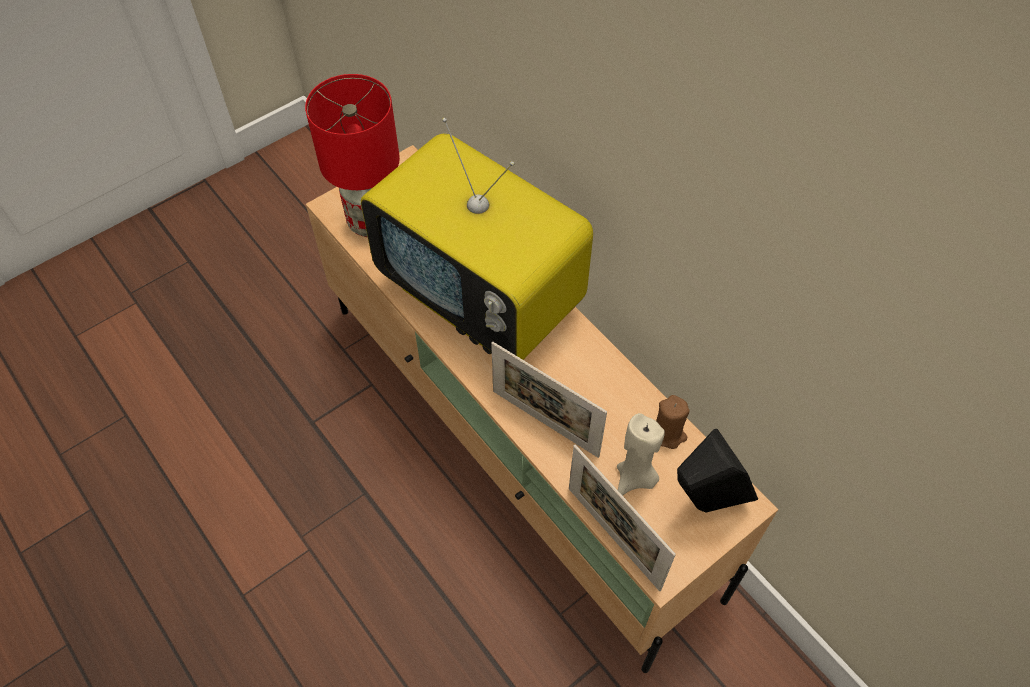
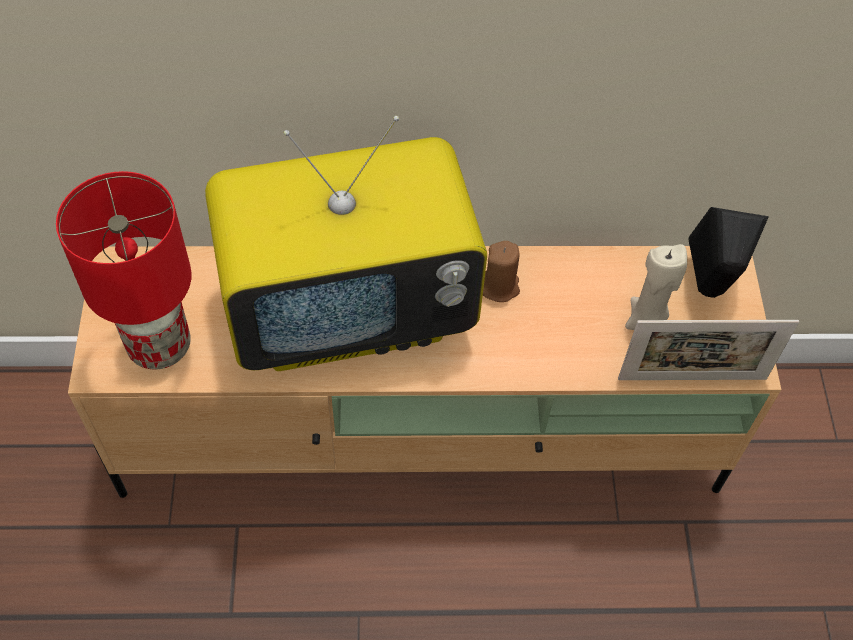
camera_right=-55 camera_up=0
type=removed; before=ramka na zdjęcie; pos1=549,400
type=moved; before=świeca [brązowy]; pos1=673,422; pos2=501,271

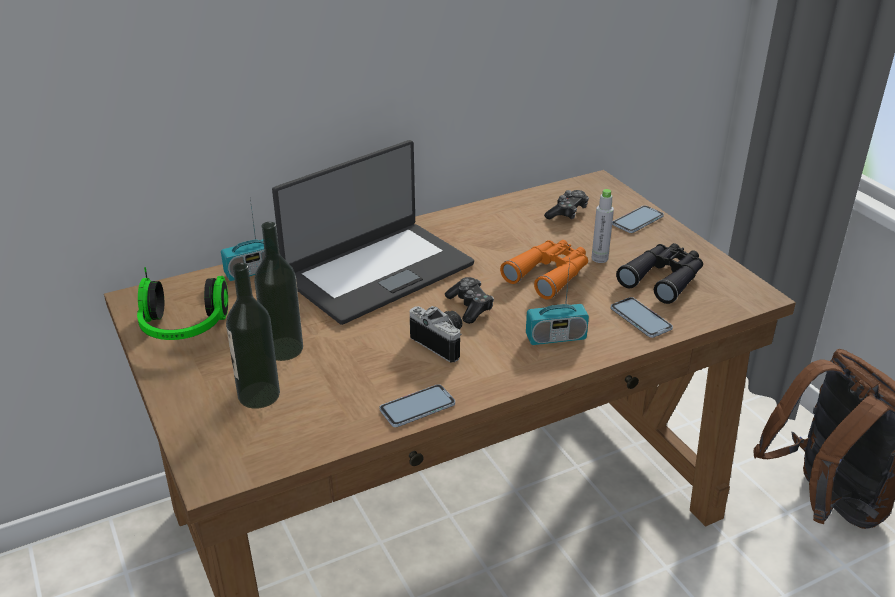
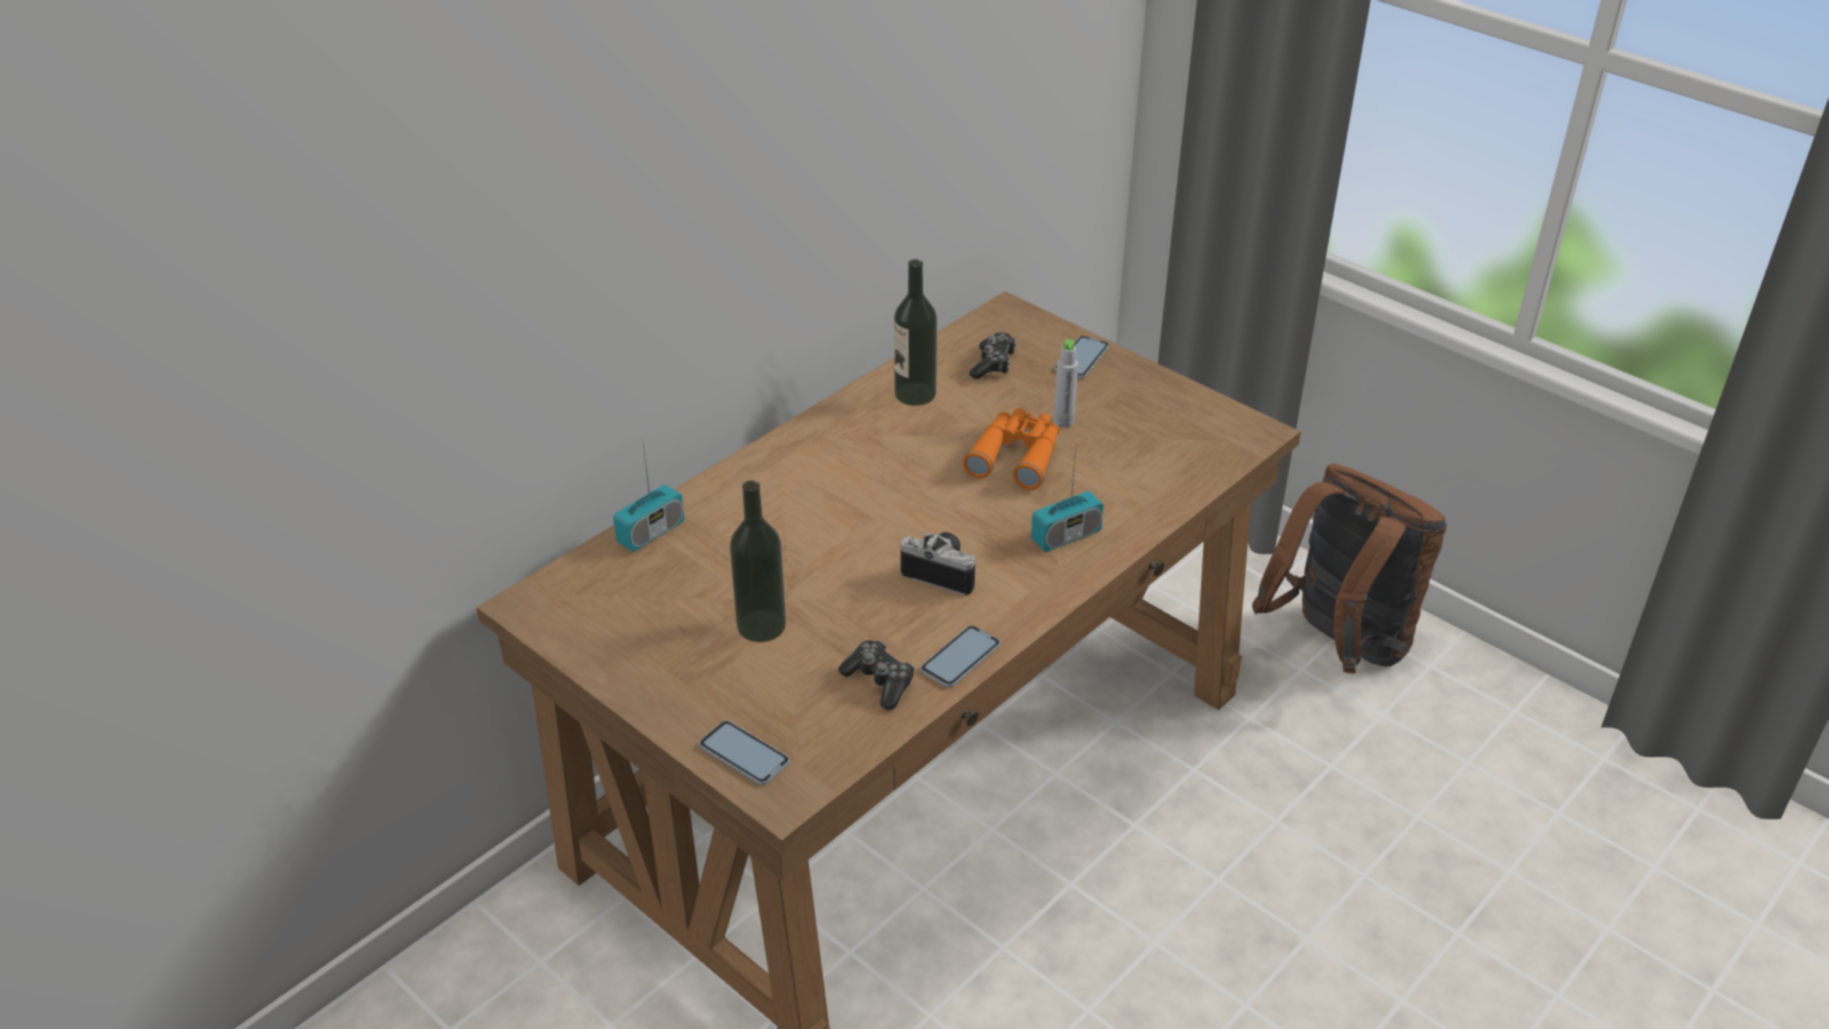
camera_right=-20 camera_up=5
type=removed; before=słuchawki; pos1=182,303
type=removed; before=laptop; pos1=373,232
type=removed; before=lornetka [czarny]; pos1=659,273
type=moved; before=butelka; pos1=253,336; pos2=915,332
type=moved; before=pad do gier; pos1=469,300; pos2=877,675
type=moved; before=telefon; pos1=642,317; pos2=744,752

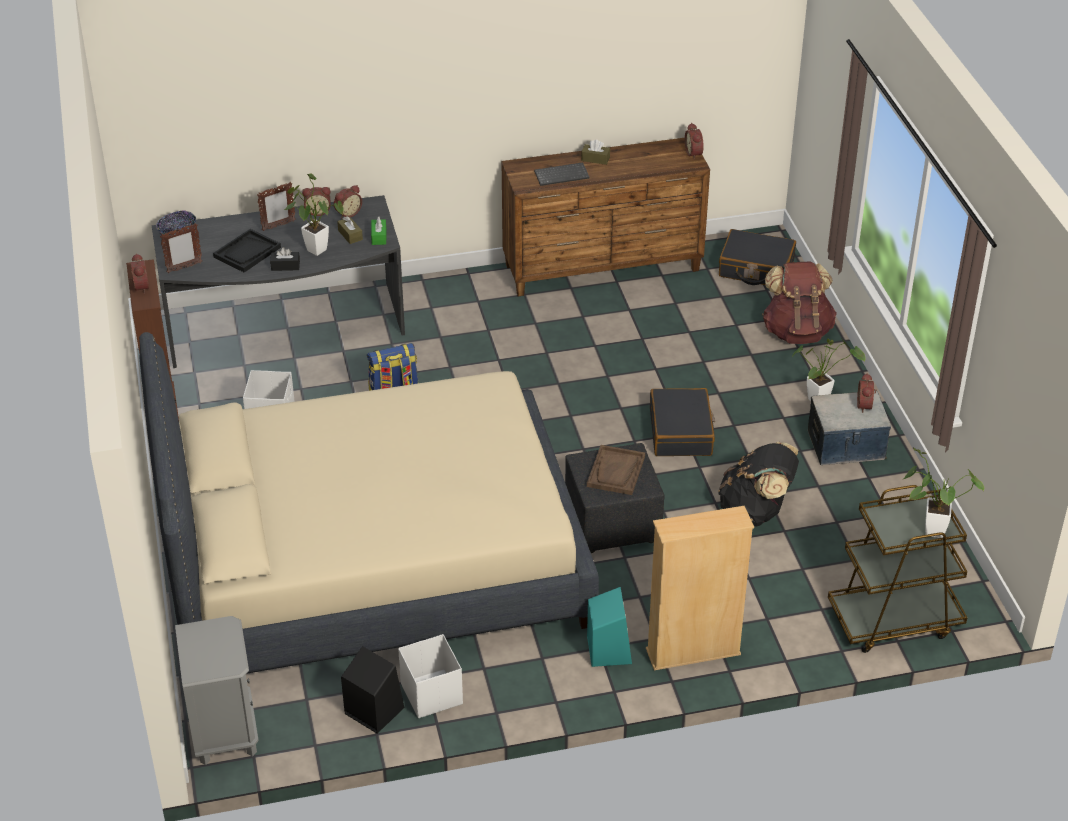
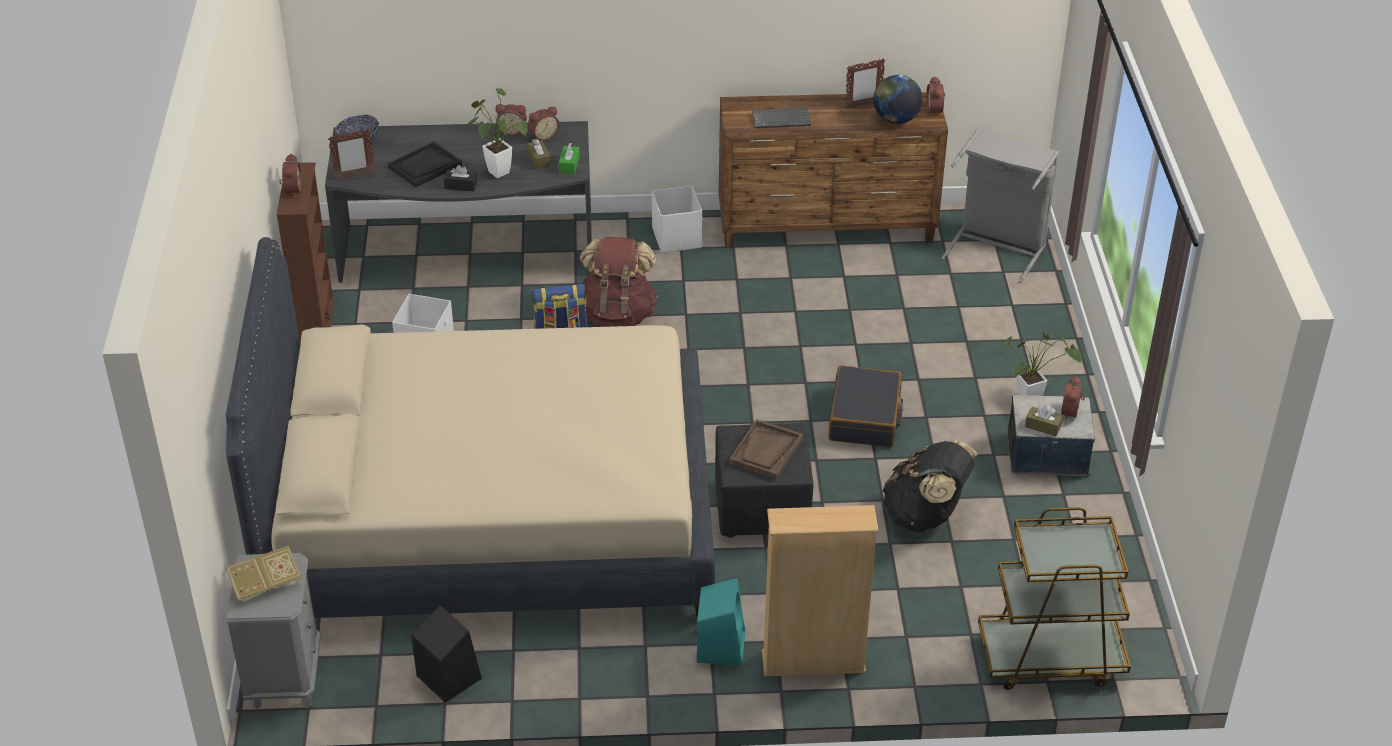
camera_right=10 camera_up=0
type=removed; before=roślina doniczkowa; pos1=943,492
type=added; after=książka; pos2=263,574
type=added; after=globus; pos2=898,99
type=moved; before=ramka na zdjęcie; pos1=276,206; pos2=865,83
type=moved; before=pojemnik do przechowywania [biały]; pos1=430,676; pos2=677,219
type=moved; before=pudełko chusteczek [brązowy]; pos1=595,152; pos2=1044,420
type=moved; before=plecak [brązowy]; pos1=799,302; pos2=619,282
type=replaced; before=walizka [czarny]; after=kosz na pranie [szary]; pos1=757,257; pos2=1000,205

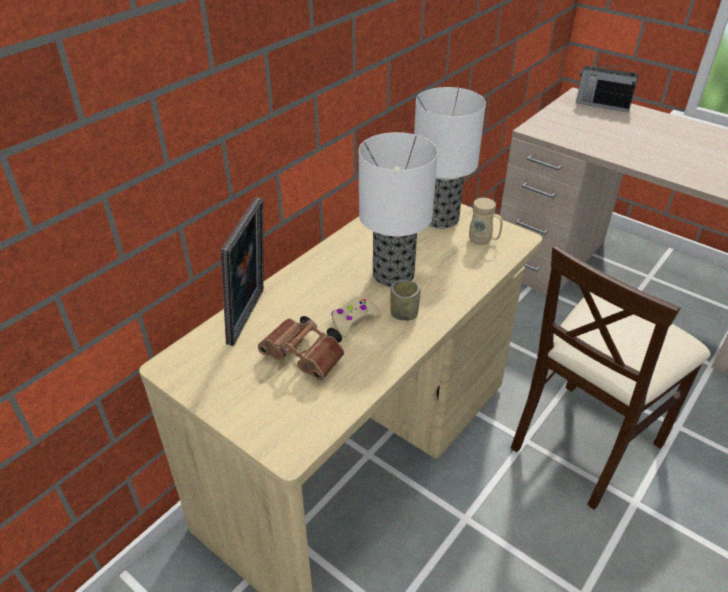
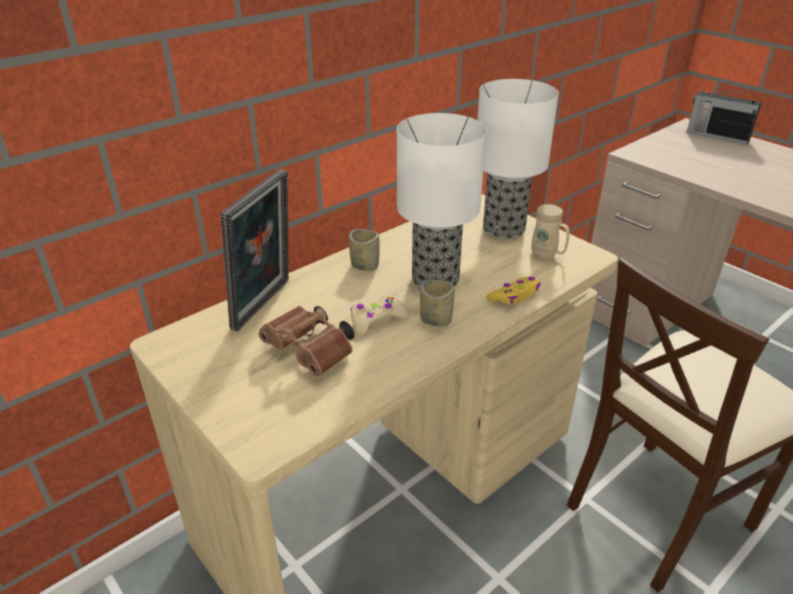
camera_right=10 camera_up=-5
type=added; after=filiżanka; pos2=364,250
type=added; after=pad do gier [żółty]; pos2=513,290

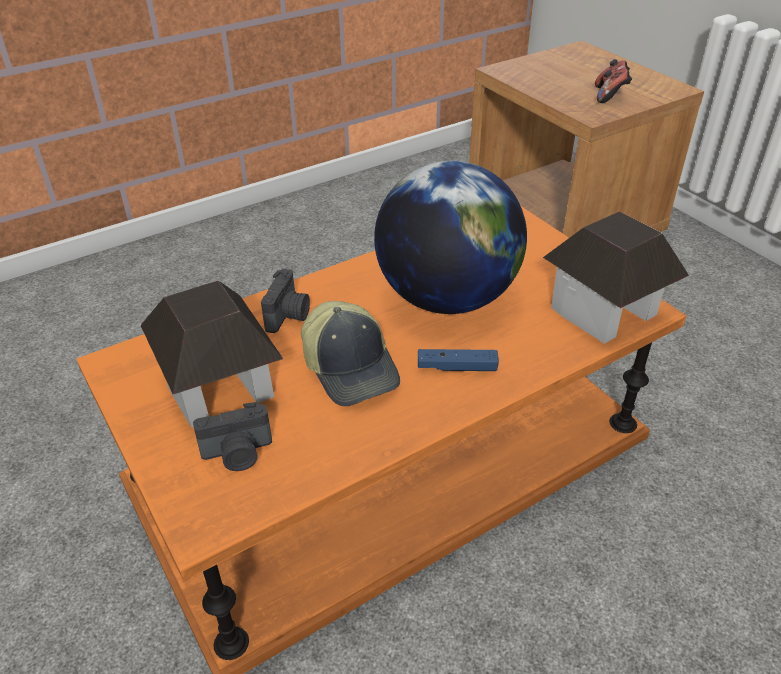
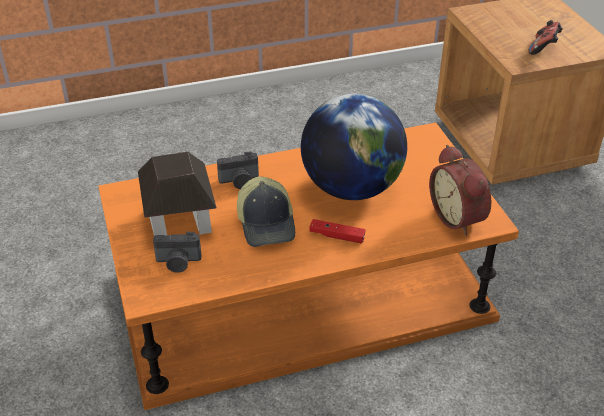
camera_right=15 camera_up=0
type=replaced; before=domek; after=budzik; pos1=616,277; pos2=460,190
type=recoloured; before=pad do gier [niebieski]; after=pad do gier [czerwony]; pos1=458,360; pos2=337,231
type=turned; before=aparat fotograficzny; pos1=285,301; pos2=238,170; turn=45

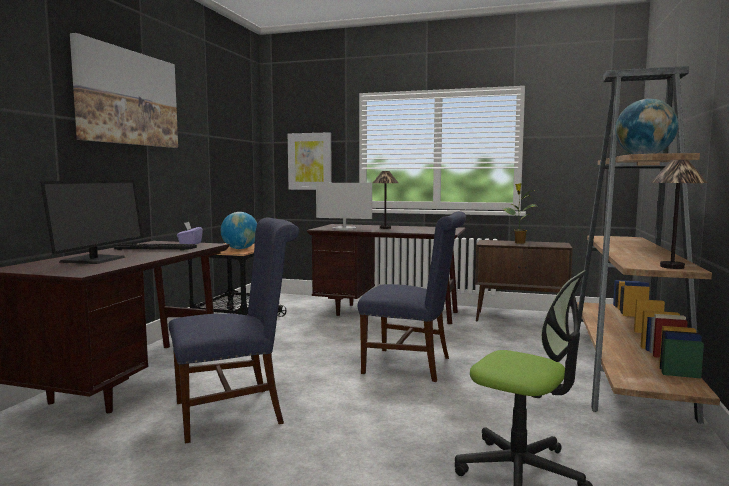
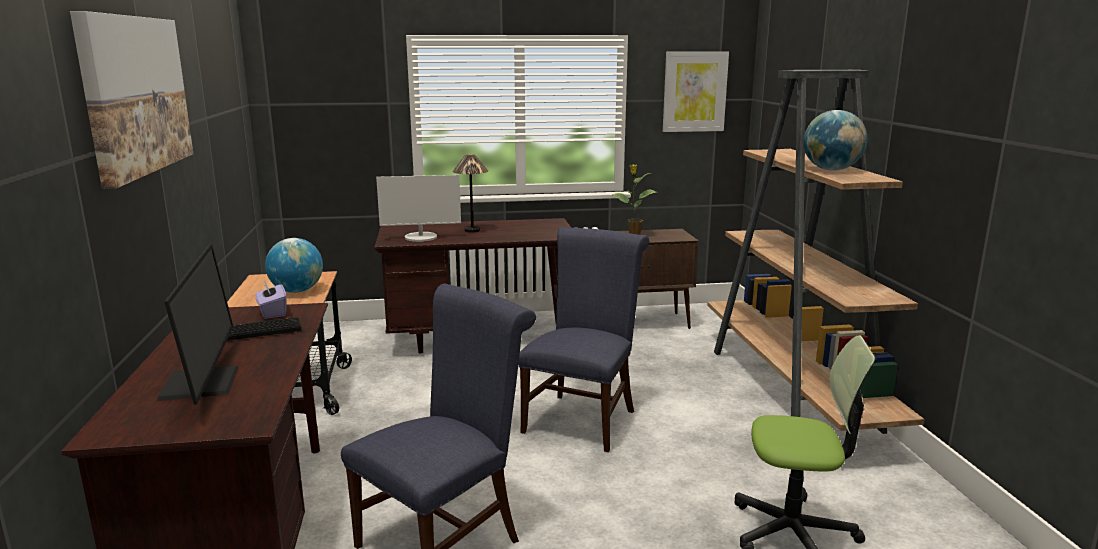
camera_right=-25 camera_up=10
type=removed; before=lampa stołowa; pos1=678,214
type=moved; before=obraz; pos1=310,161; pos2=696,91
type=turned; before=krzesło [niebieski]; pos1=412,296; pos2=583,339; turn=-60

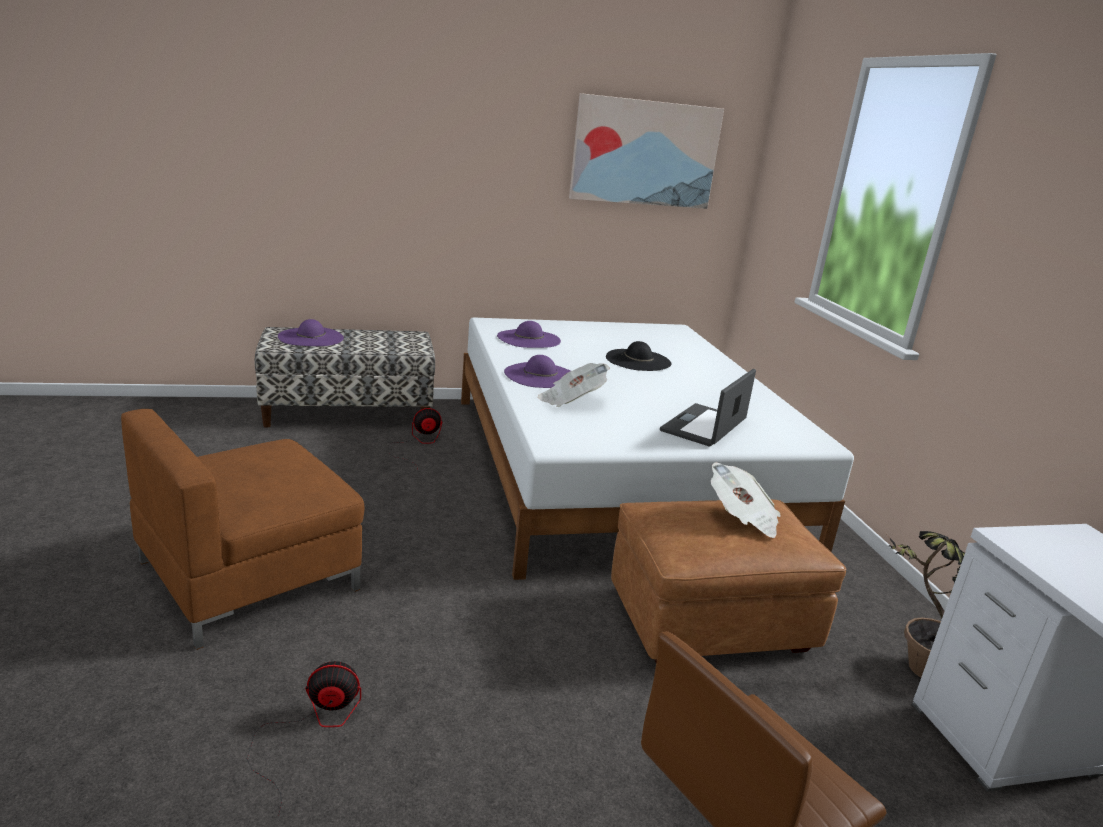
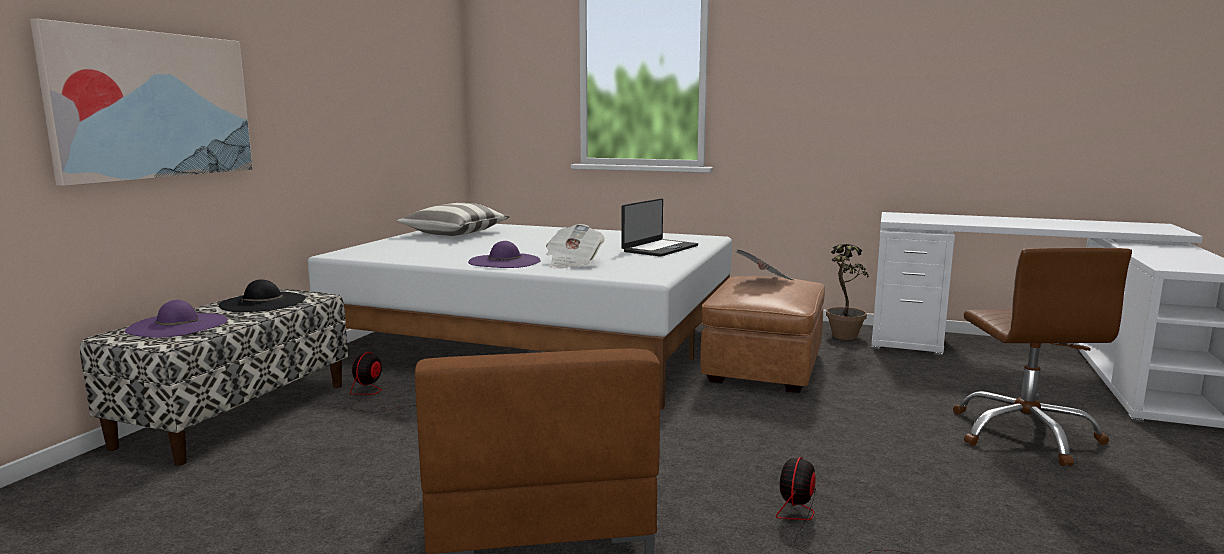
camera_right=-55 camera_up=-10
type=removed; before=kapelusz [fioletowy]; pos1=529,334
type=added; after=poduszka; pos2=453,219
type=moved; before=obraz; pos1=646,151; pos2=141,102
type=moved; before=kapelusz [czarny]; pos1=639,356; pos2=262,296
type=turned; before=laptop; pos1=708,408; pos2=660,227; turn=-120

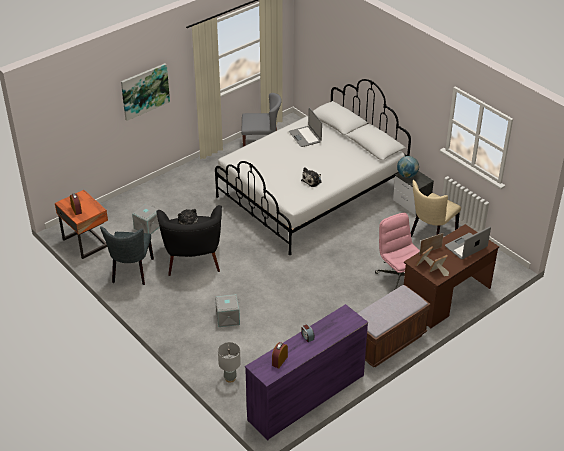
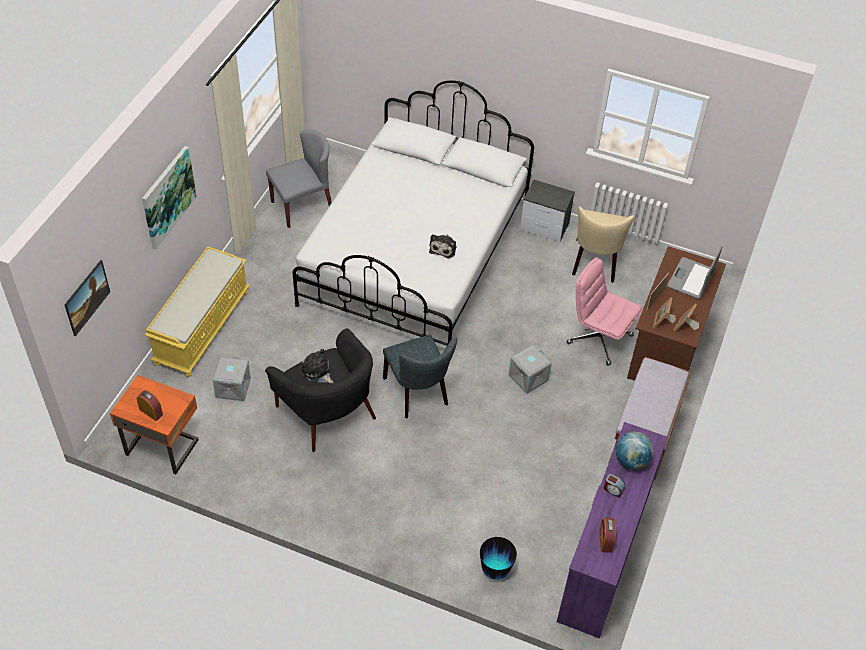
camera_right=-30 camera_up=10
type=removed; before=laptop; pos1=305,127
type=added; after=obraz; pos2=87,298
type=added; after=ławka [żółty]; pos2=197,311
type=moved; before=krzesło [szary]; pos1=127,255; pos2=420,376
type=moved; before=pojemnik do przechowywania [szary]; pos1=227,310; pos2=530,369
type=moved; before=globus; pos1=408,167; pos2=635,451
type=replaced; before=lampa stołowa [szary]; after=wazon; pos1=229,362; pos2=498,558

